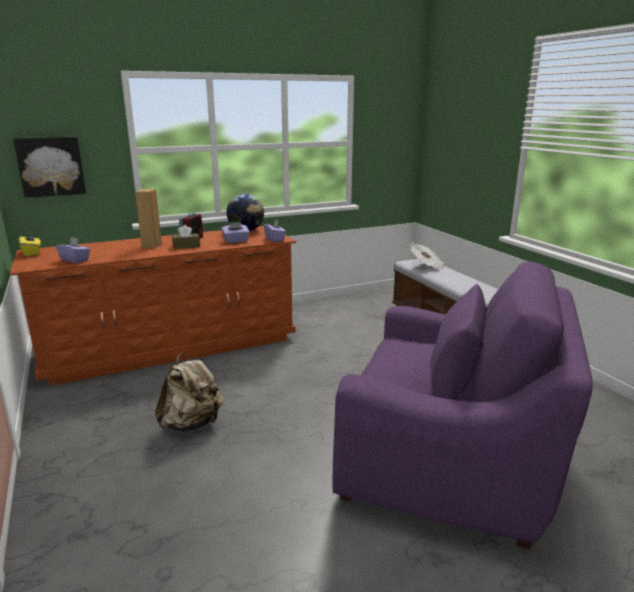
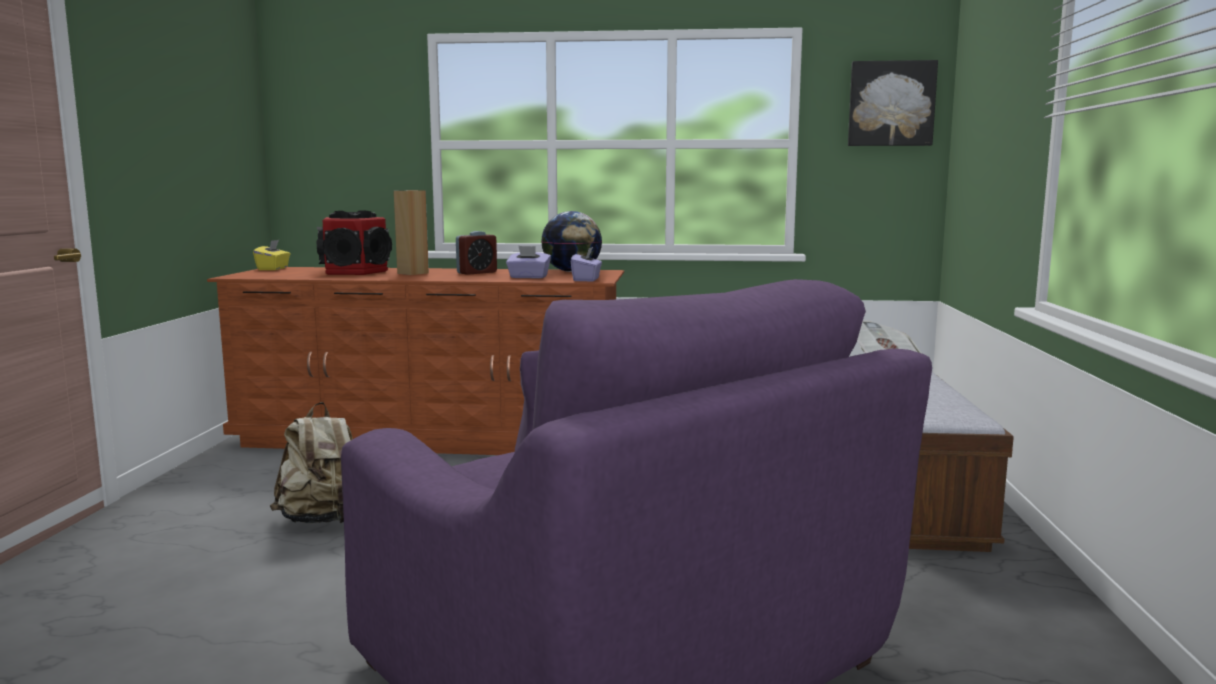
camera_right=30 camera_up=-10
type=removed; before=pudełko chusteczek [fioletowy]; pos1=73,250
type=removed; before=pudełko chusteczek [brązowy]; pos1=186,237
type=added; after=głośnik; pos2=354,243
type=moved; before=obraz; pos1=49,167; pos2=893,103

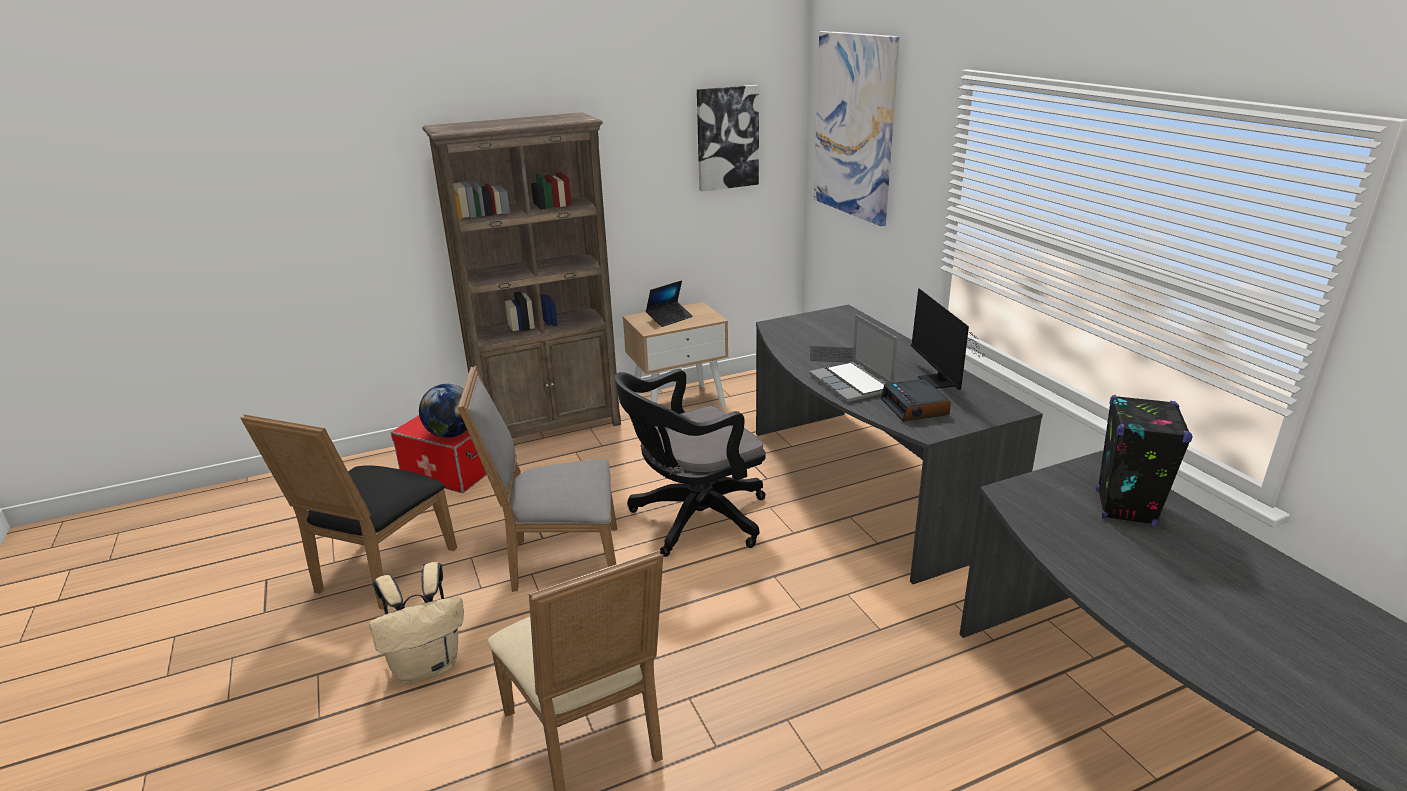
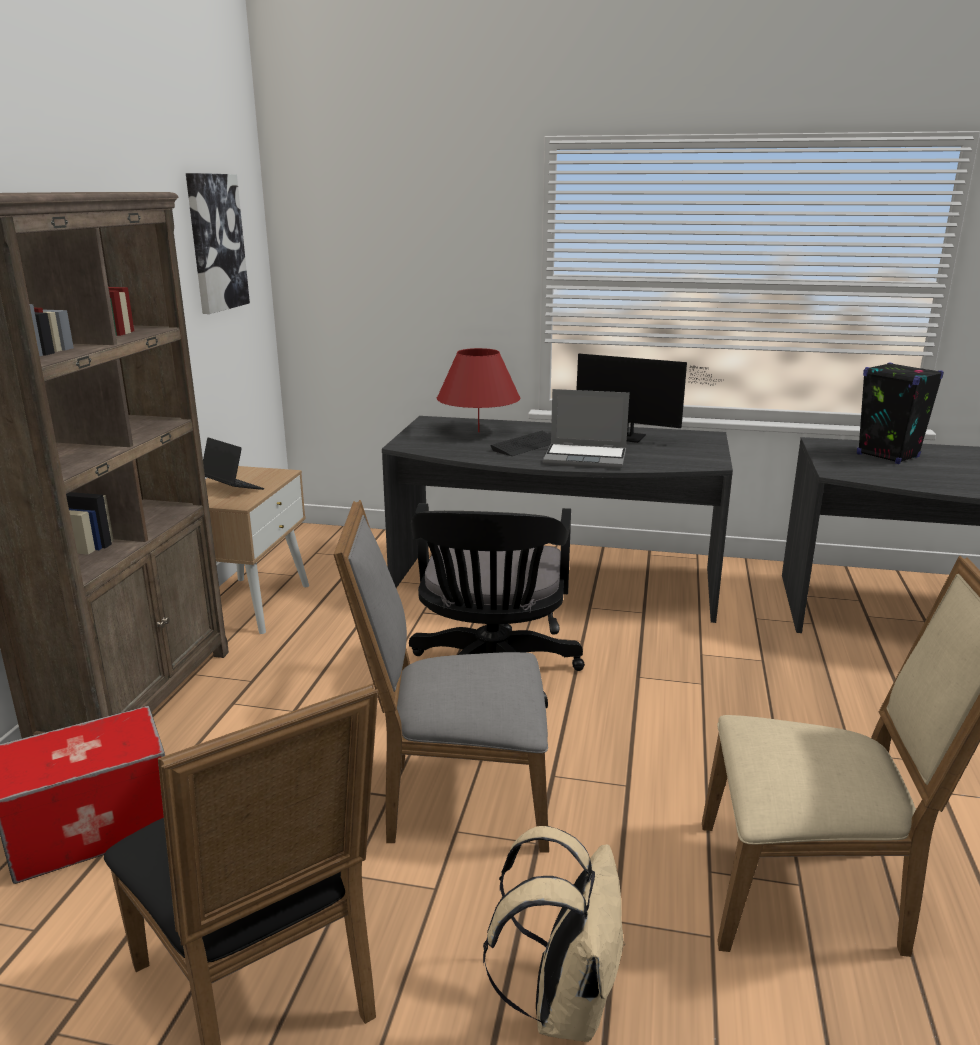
camera_right=-55 camera_up=-5
type=removed; before=globus; pos1=443,411
type=removed; before=obraz; pos1=857,128
type=removed; before=budzik; pos1=916,400
type=added; after=lampa stołowa [czerwony]; pos2=478,390
type=turned; before=krzesło [szary]; pos1=537,478; pos2=441,676; turn=60
type=turned; before=laptop; pos1=669,303; pos2=233,464; turn=-45

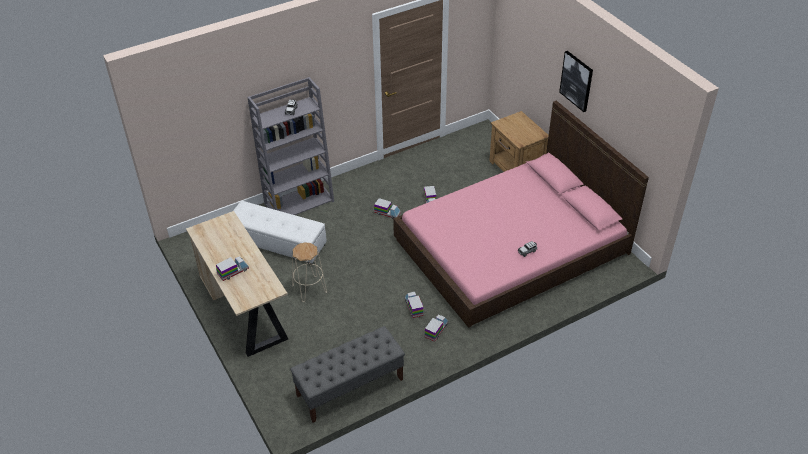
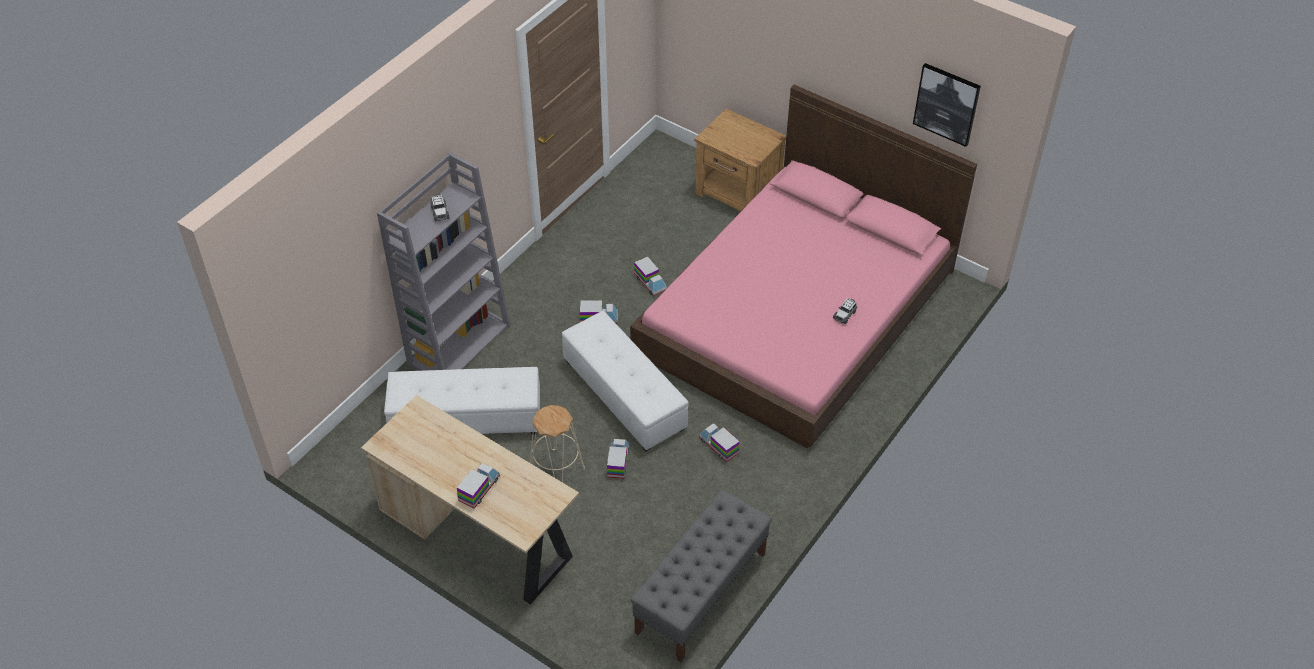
camera_right=-25 camera_up=5
type=added; after=pufa [biały]; pos2=625,381
type=moved; before=ciężarówka zabawkowa; pos1=436,328; pos2=618,459
type=moved; before=obraz; pos1=576,81; pos2=947,105

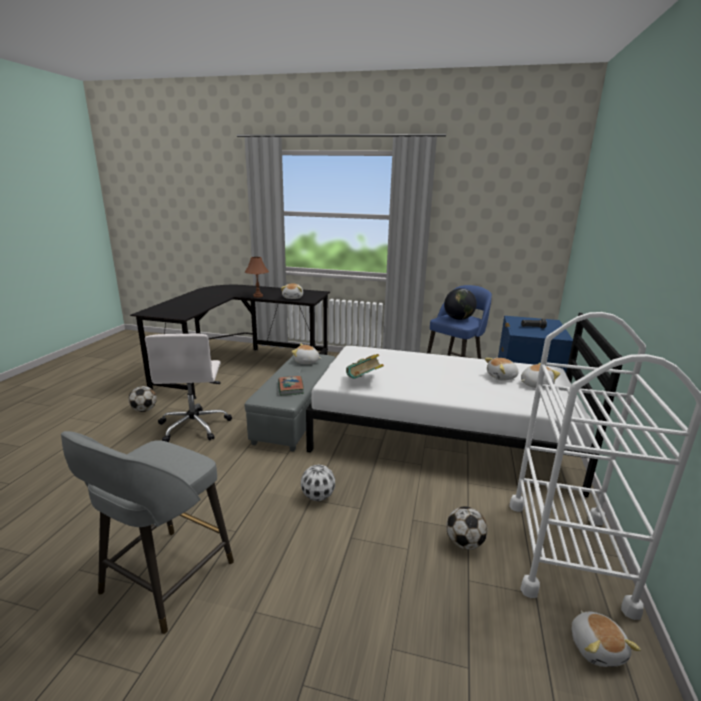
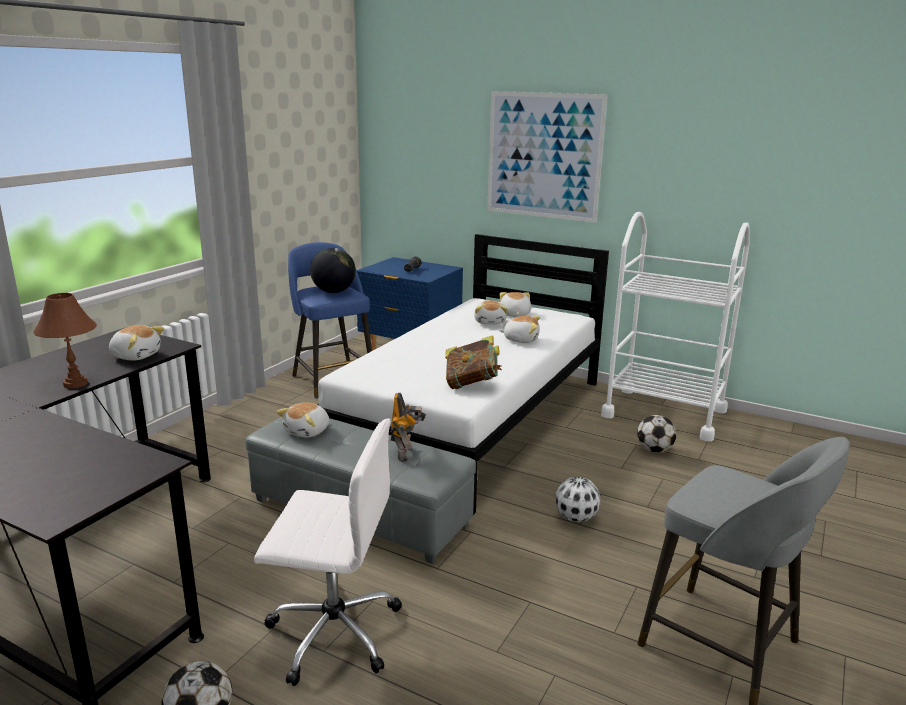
camera_right=-75 camera_up=0
type=added; after=obraz; pos2=547,157
type=moved; before=pluszak; pos1=606,639; pos2=519,329
type=replaced; before=książka; after=robot zabawkowy; pos1=291,386; pos2=408,427

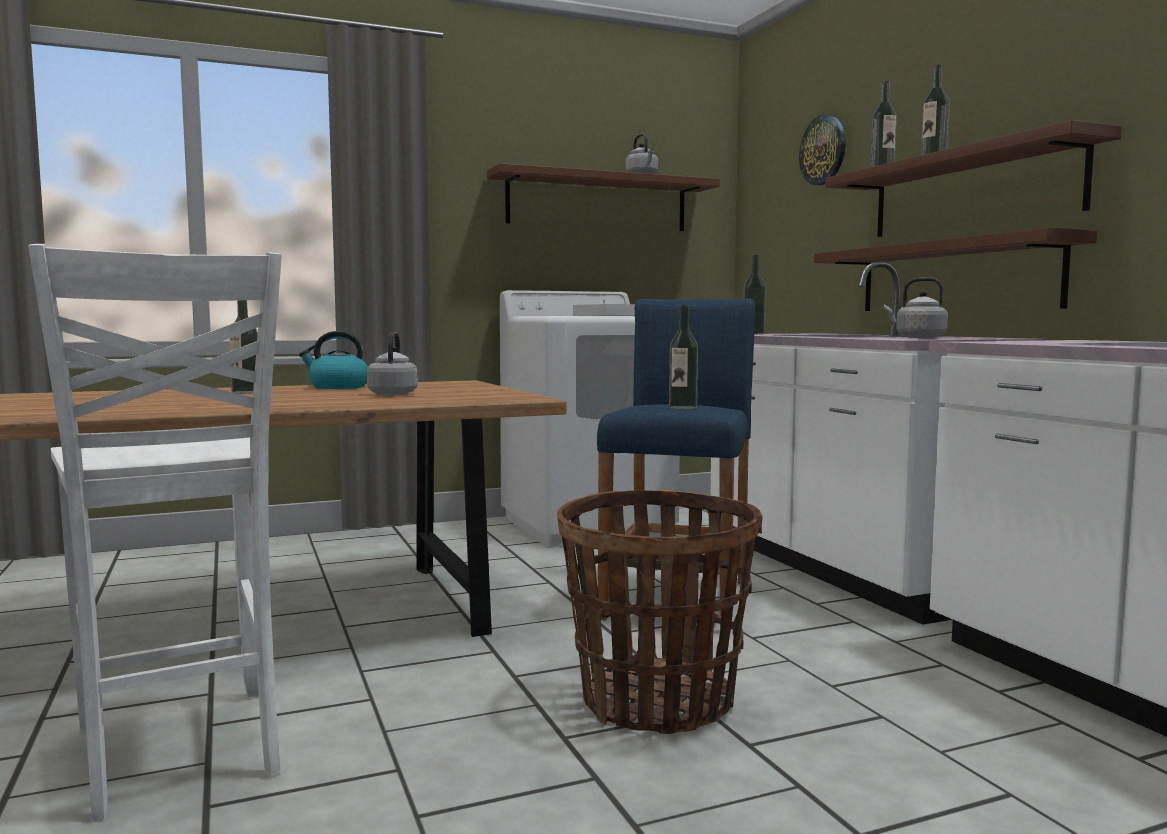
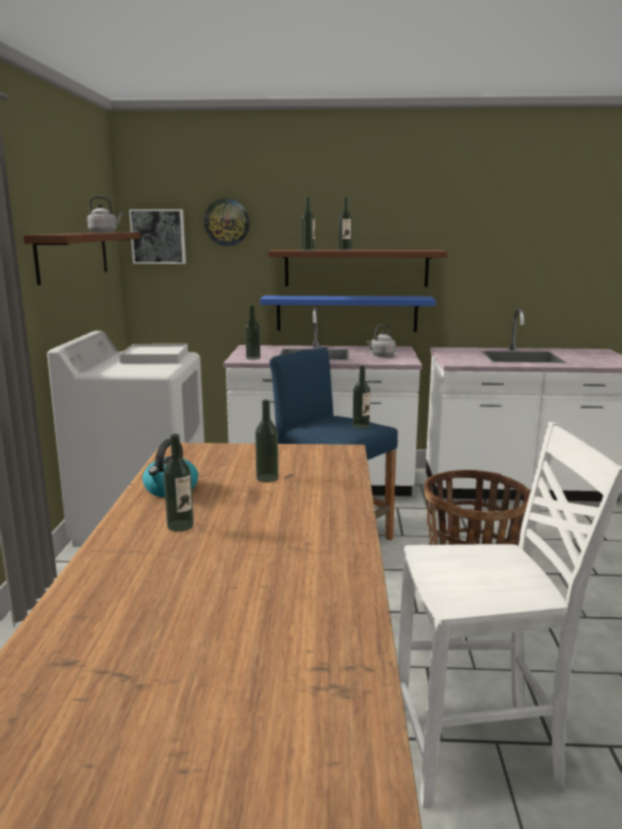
camera_right=-65 camera_up=10
type=added; after=obraz; pos2=157,236
type=replaced; before=czajnik [szary]; after=butelka; pos1=392,363; pos2=267,440
type=recoloured; before=półka [brązowy]; after=półka [niebieski]; pos1=955,269; pos2=348,314

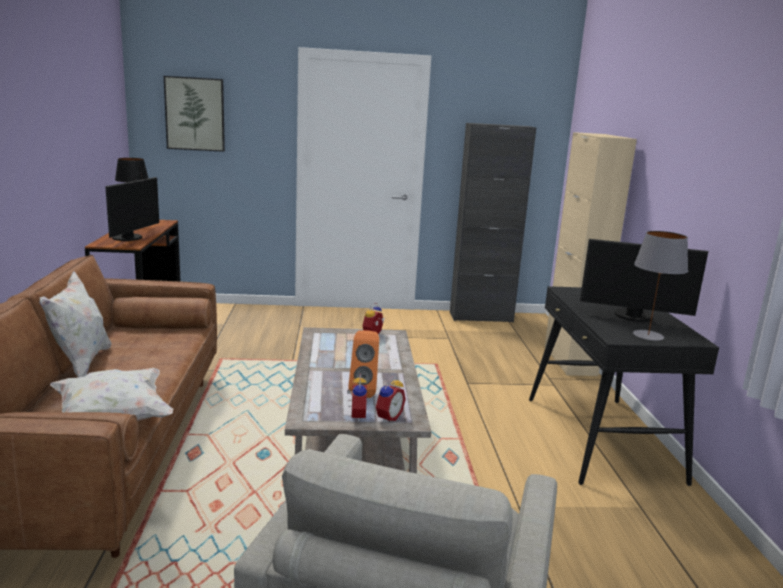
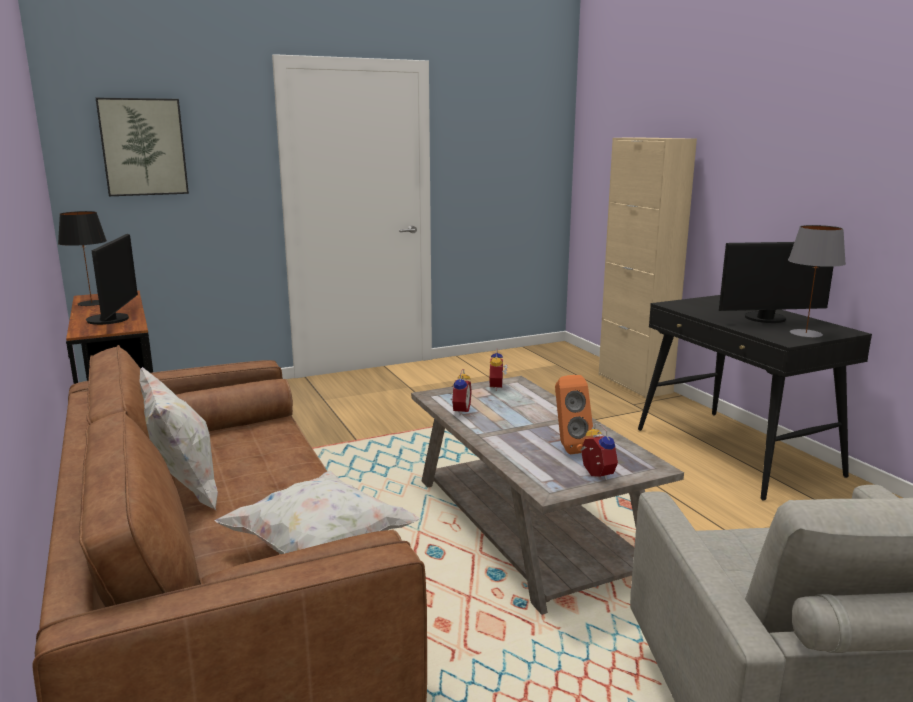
camera_right=-20 camera_up=0
type=removed; before=szafka [czarny]; pos1=493,223
type=moved; before=budzik; pos1=391,399; pos2=460,392

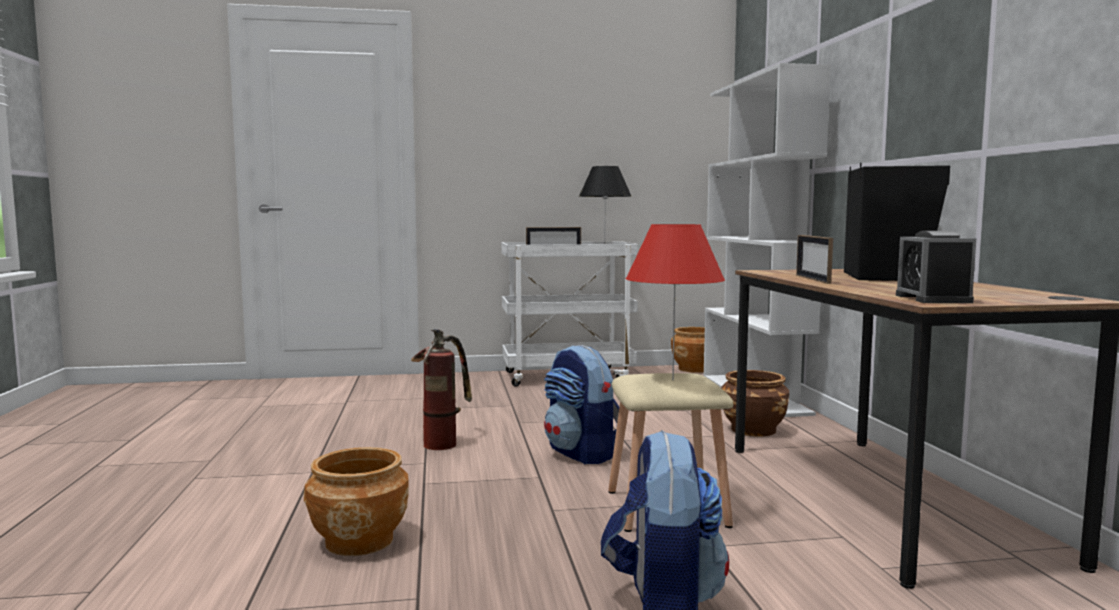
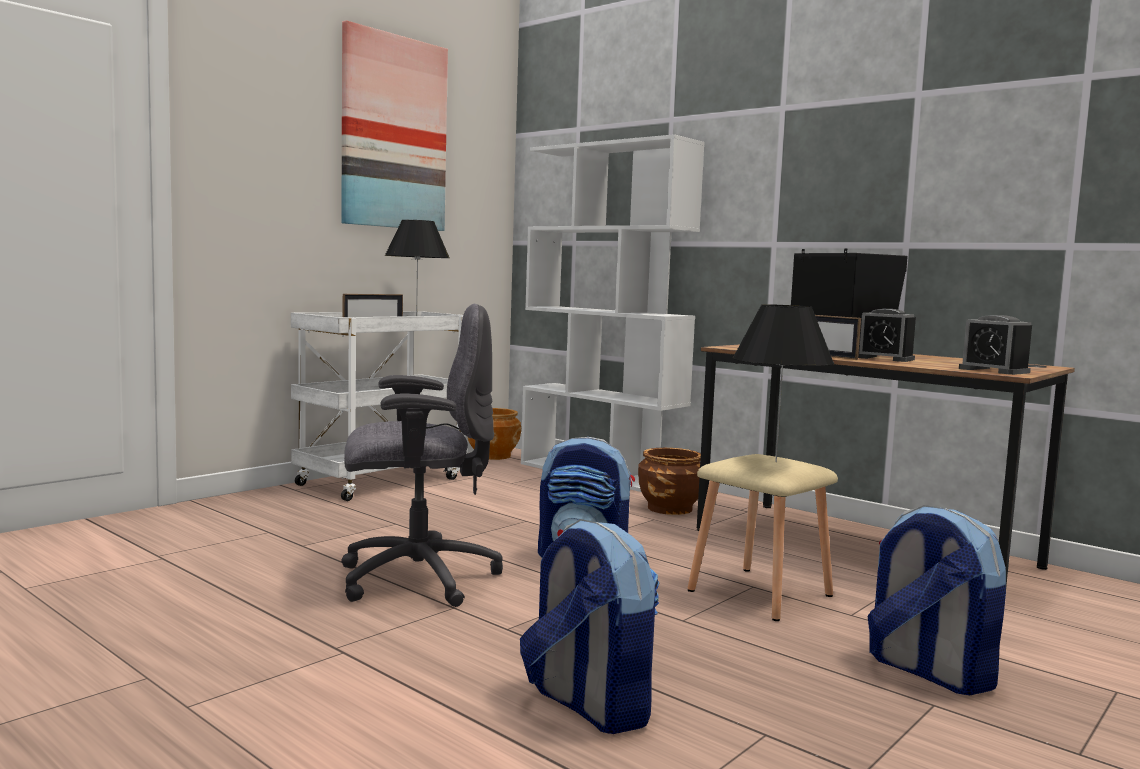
camera_right=-40 camera_up=0
type=added; after=obraz; pos2=394,125
type=added; after=budzik; pos2=887,335
type=replaced; before=donica [brązowy]; after=plecak; pos1=356,501; pos2=589,626
type=replaced; before=gaśnica; after=krzesło biurowe [szary]; pos1=441,389; pos2=422,455
type=recoloured; before=lampa stołowa [czerwony]; after=lampa stołowa [czarny]; pos1=675,302; pos2=783,383

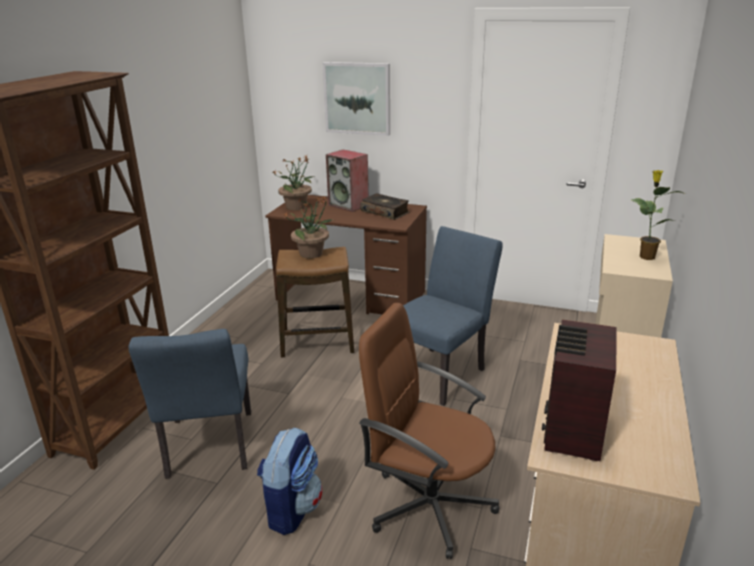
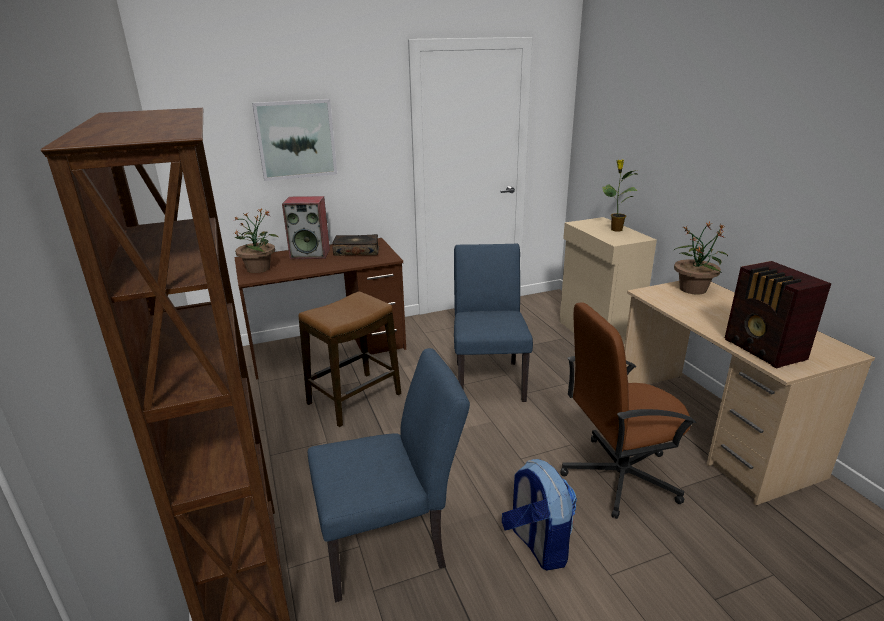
camera_right=-40 camera_up=0
type=moved; before=roślina doniczkowa; pos1=310,227; pos2=700,258
type=turned; before=krzesło [niebieski]; pos1=190,404; pos2=389,475; turn=-60

